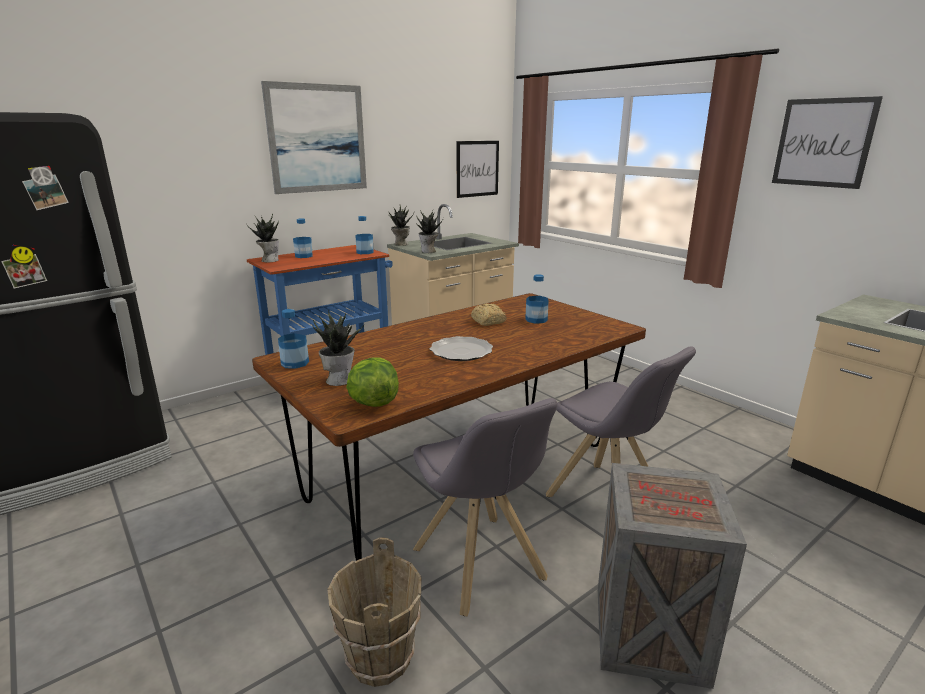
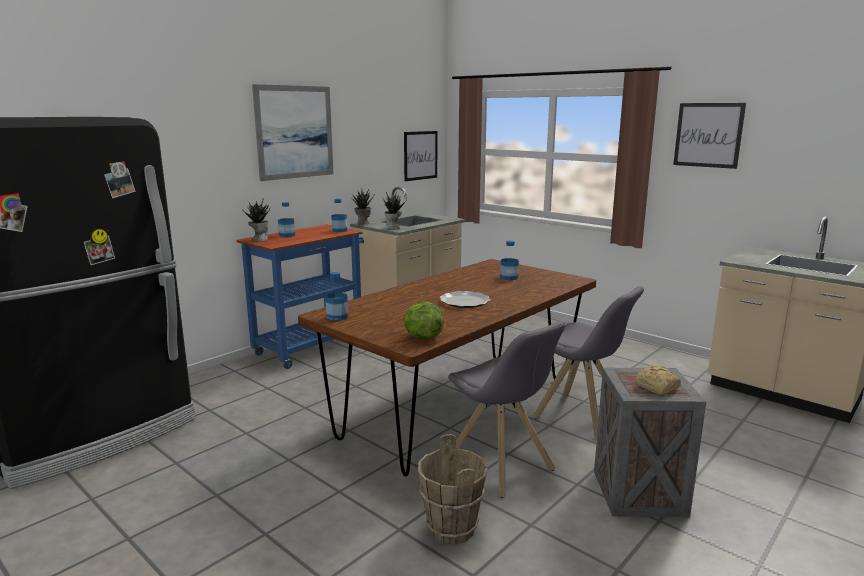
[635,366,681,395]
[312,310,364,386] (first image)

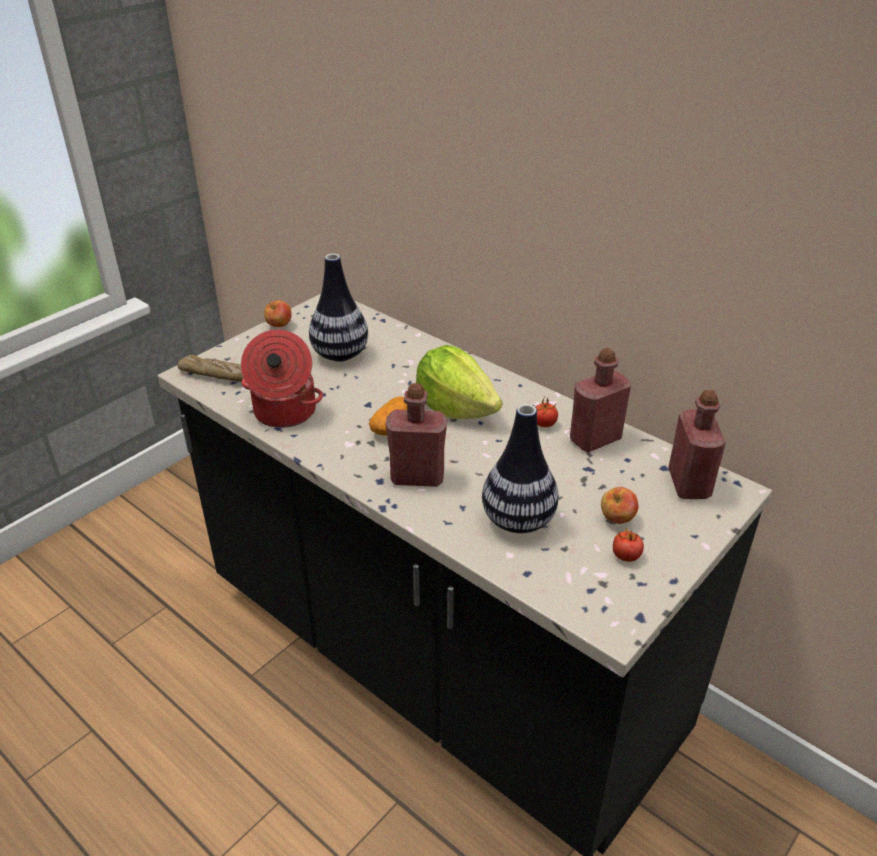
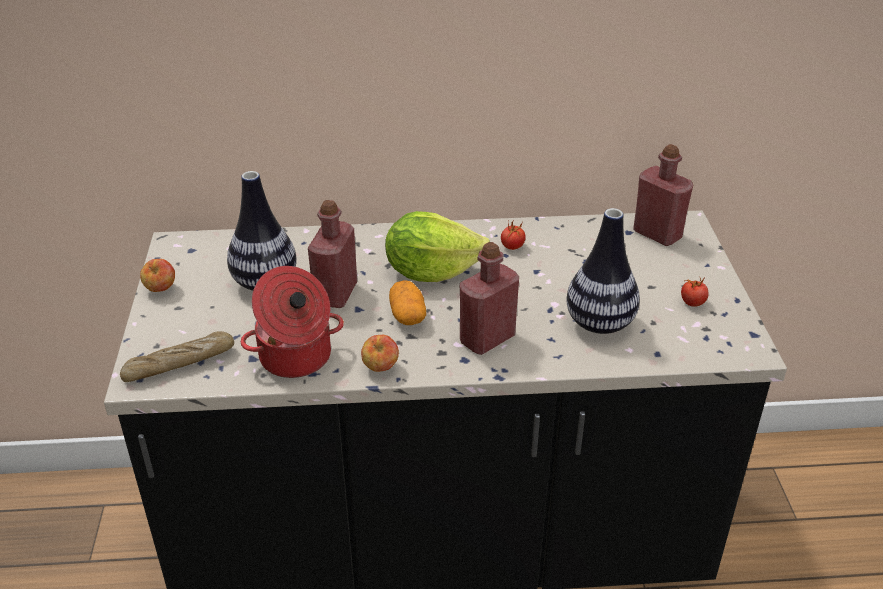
[308,200,357,308]
[361,335,399,372]

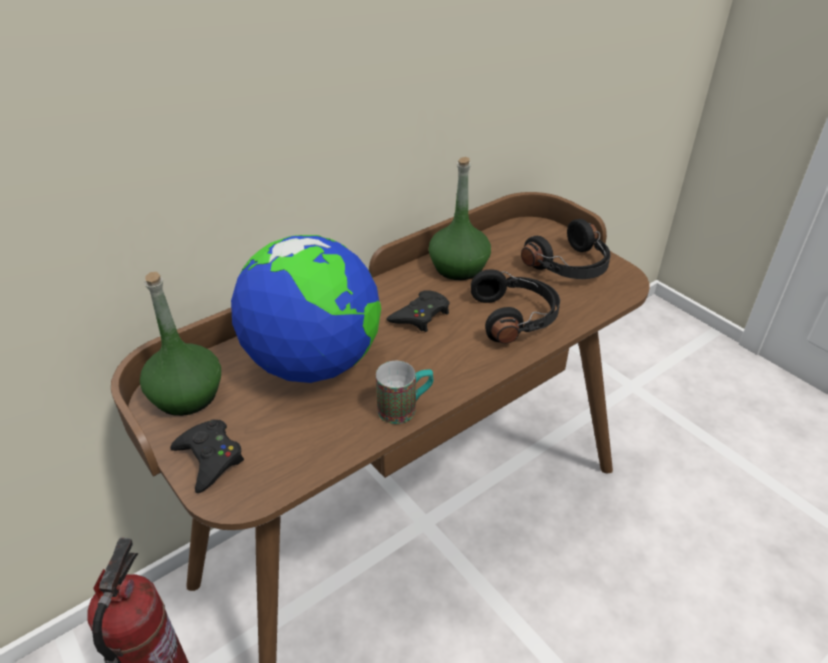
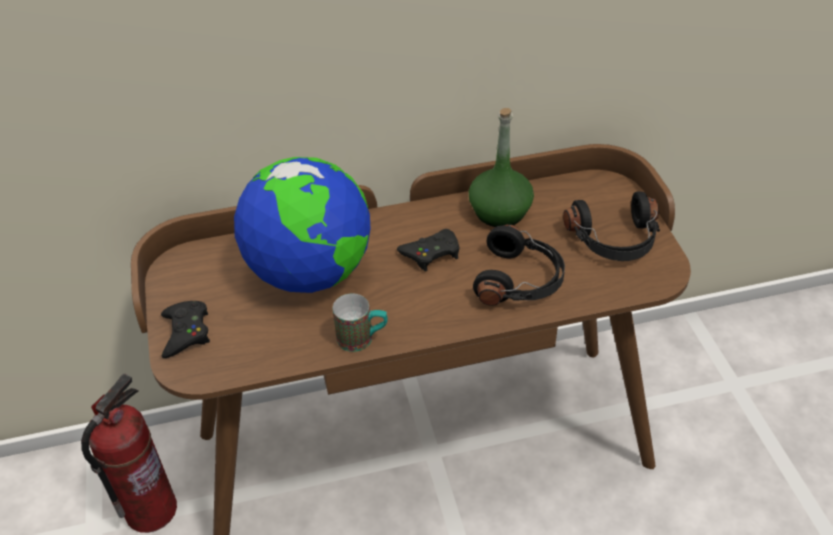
[140,272,221,416] (first image)

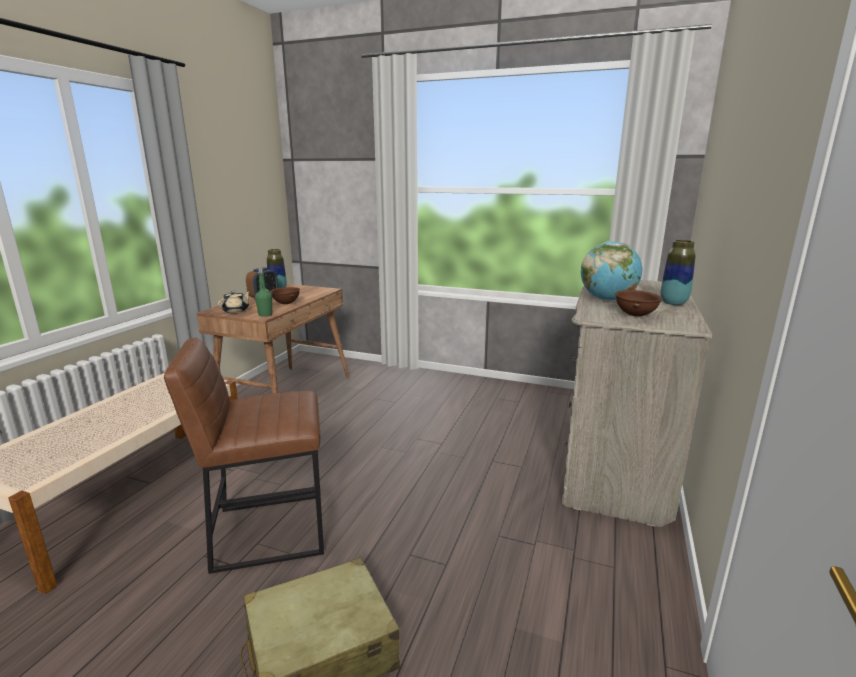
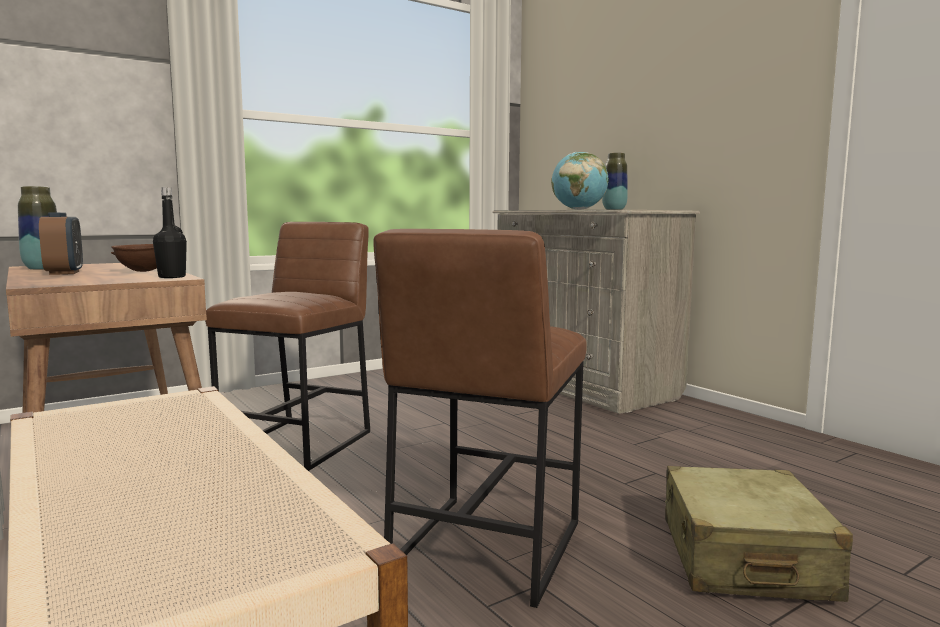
[153,187,187,278]
[615,290,663,317] (first image)
[218,291,250,313] (first image)
[205,222,370,471]

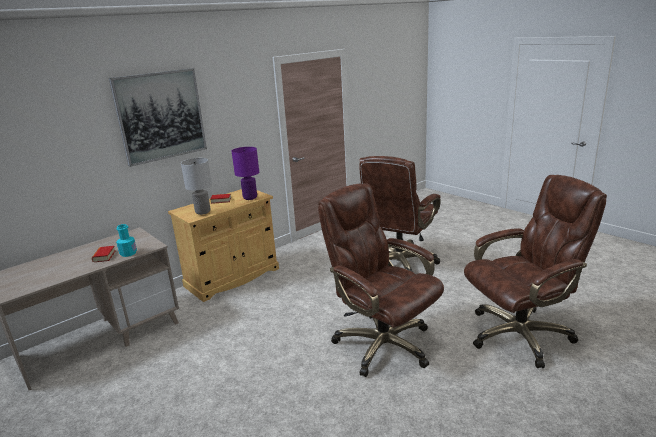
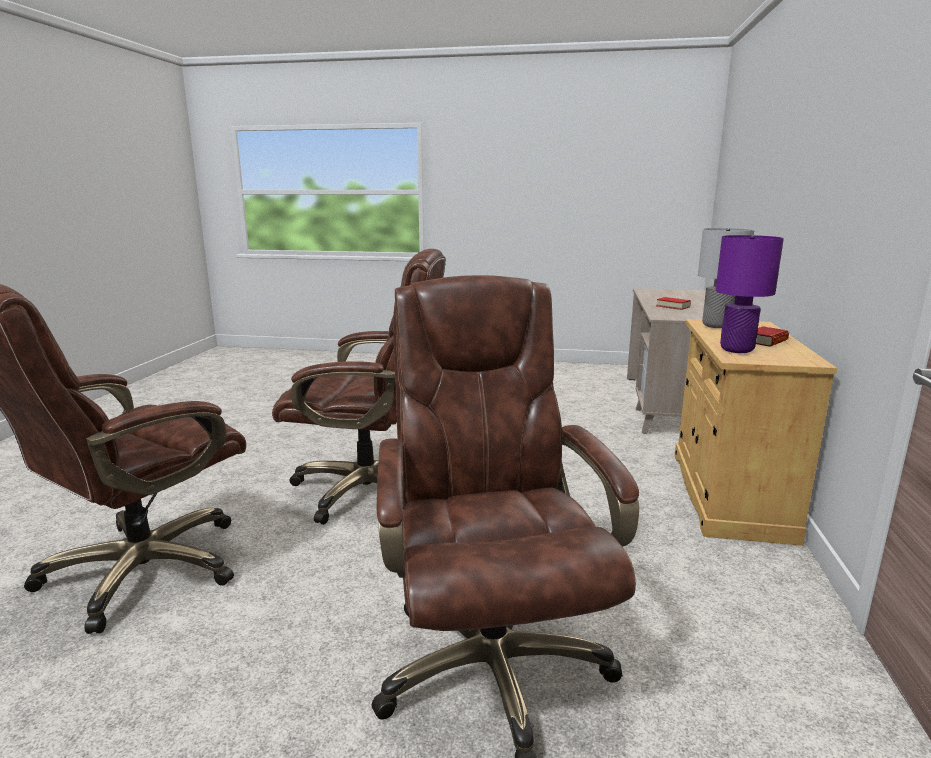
[109,68,207,167] (first image)
[116,224,137,257] (first image)

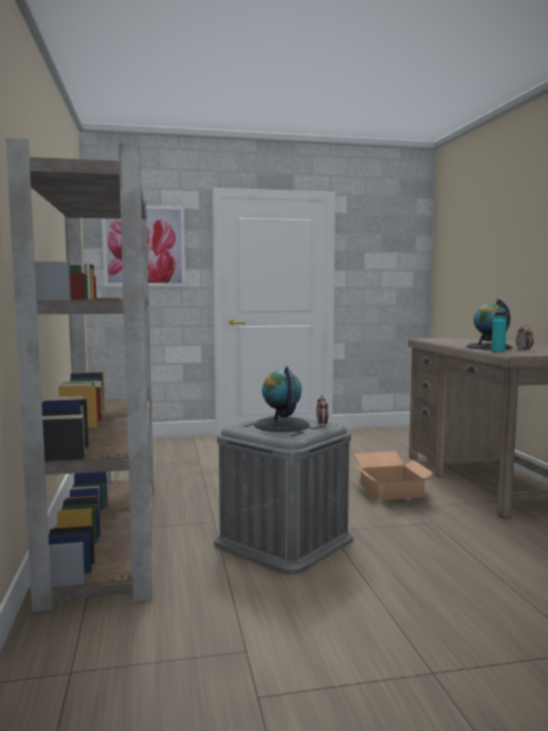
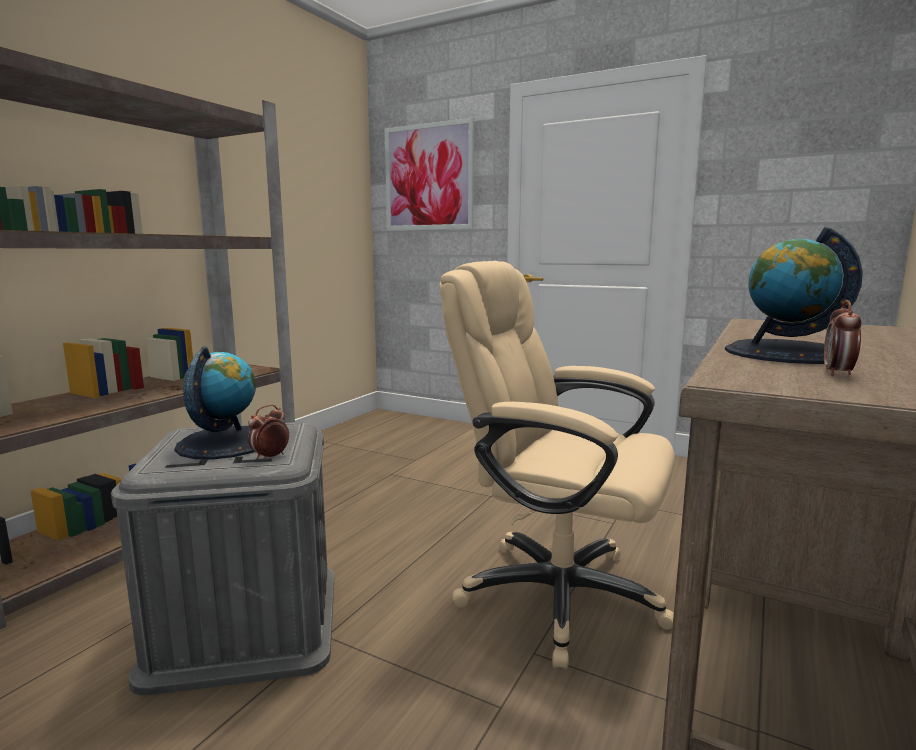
[491,308,507,353] (first image)
[439,261,675,670]

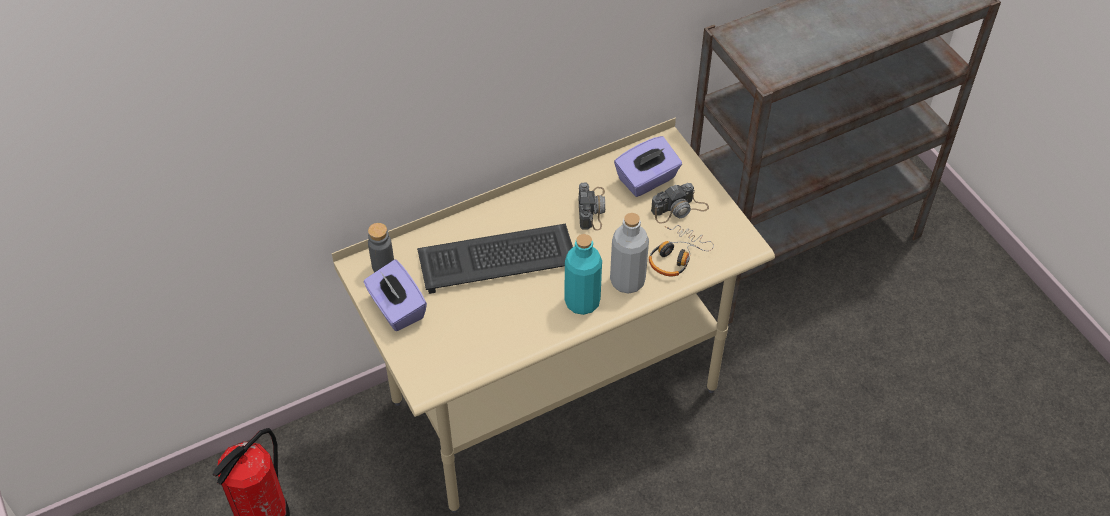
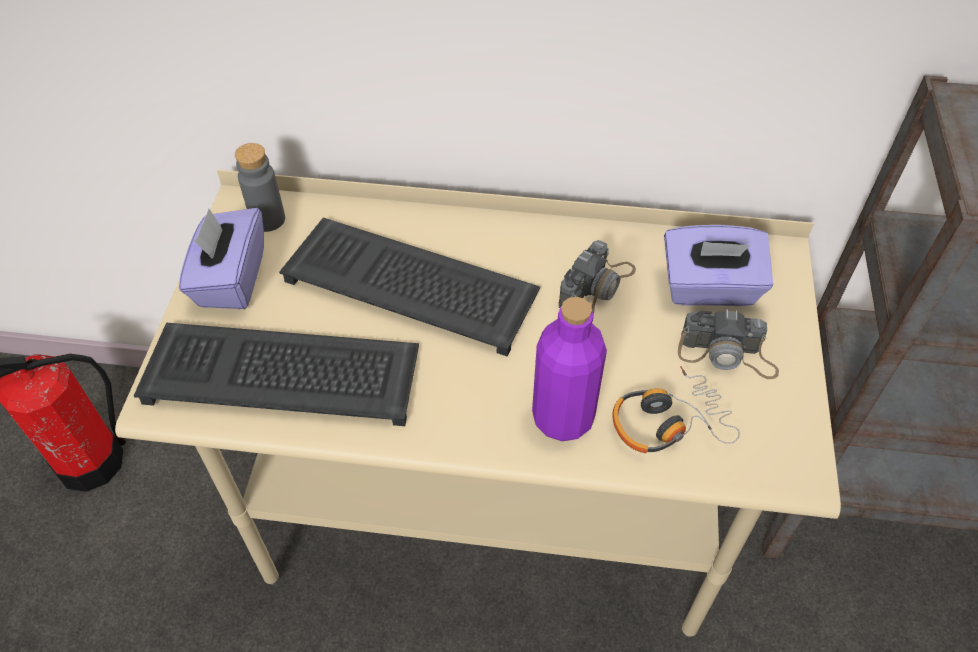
[532,297,607,441]
[564,234,602,315] (first image)
[134,323,419,426]

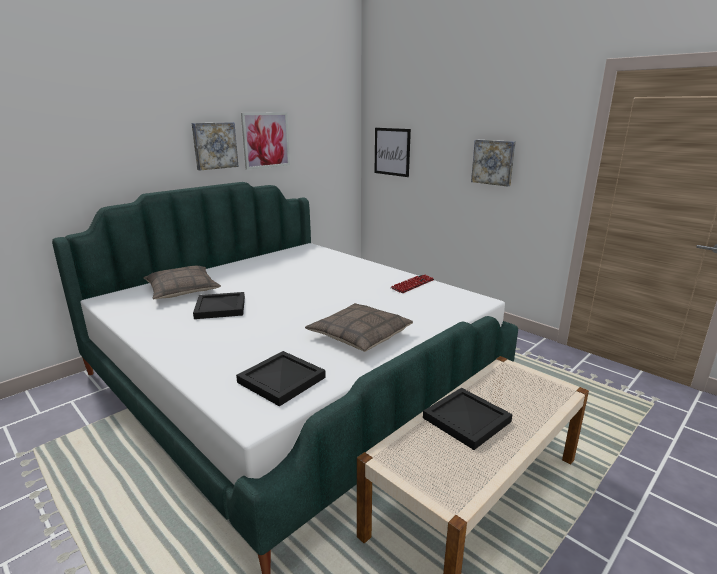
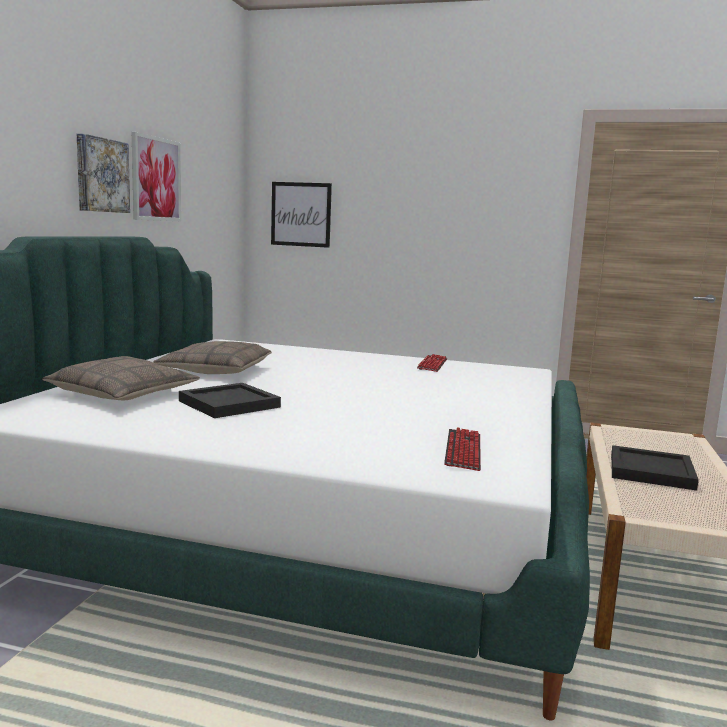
[471,139,516,187] (first image)
[153,341,272,374]
[444,427,481,471]

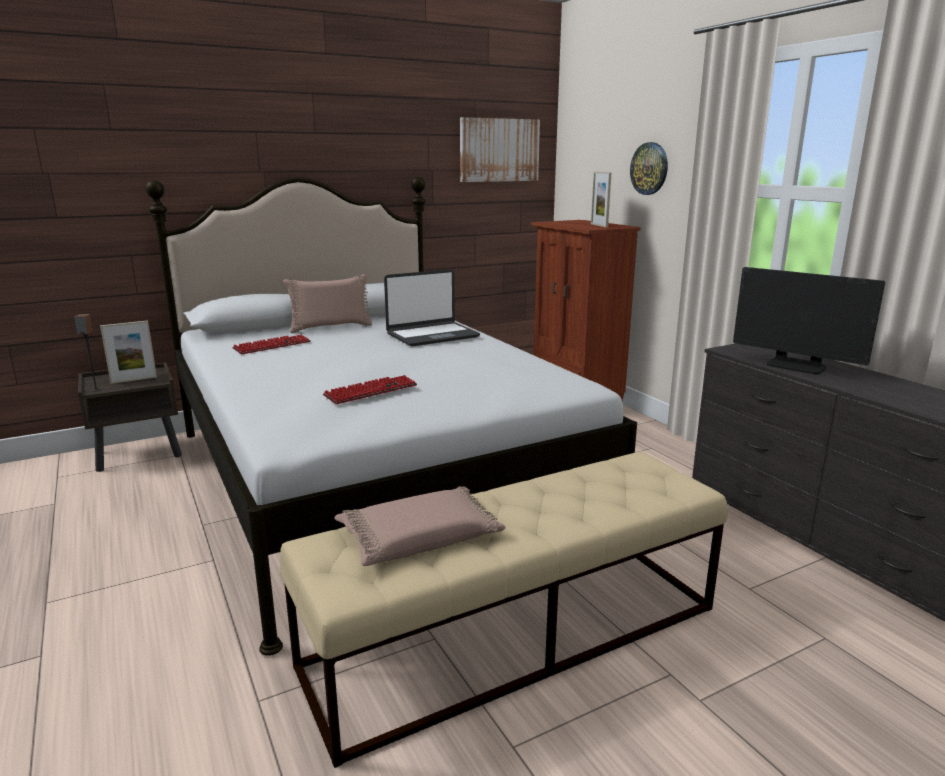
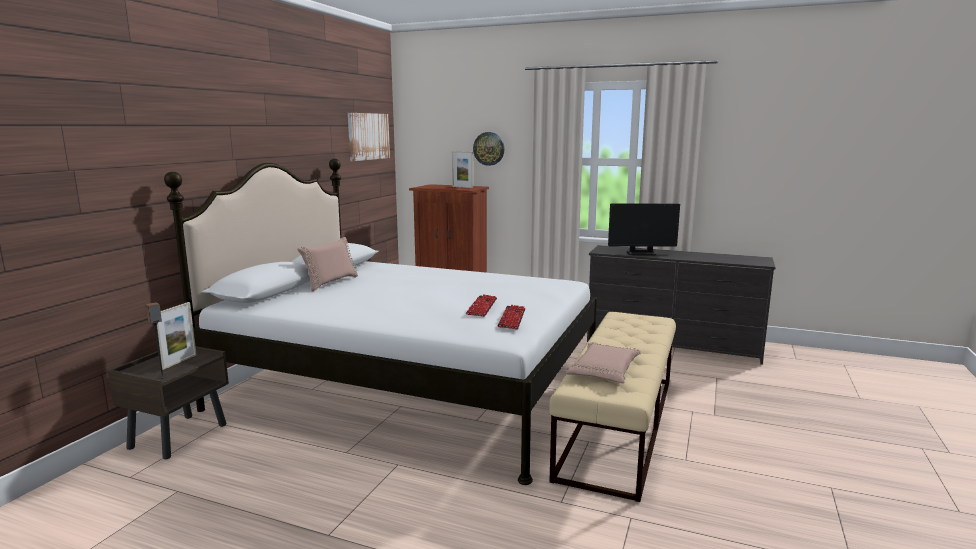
[384,269,480,346] (first image)
[498,305,526,329]

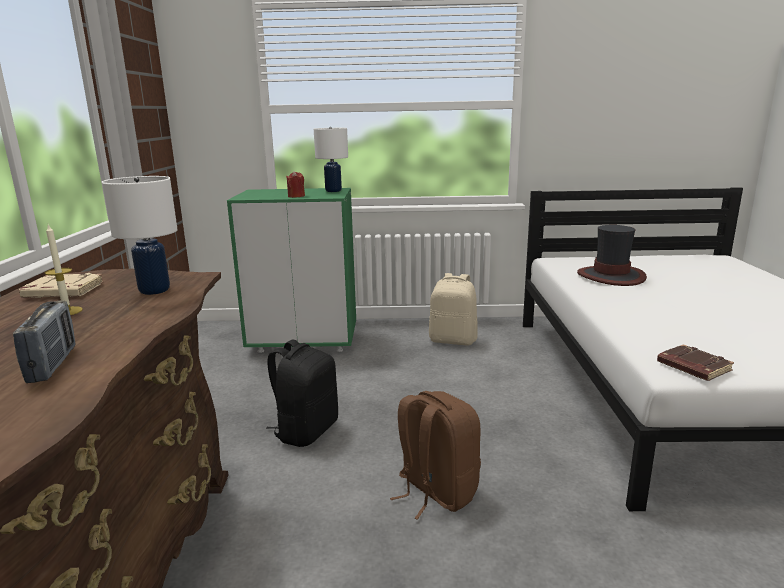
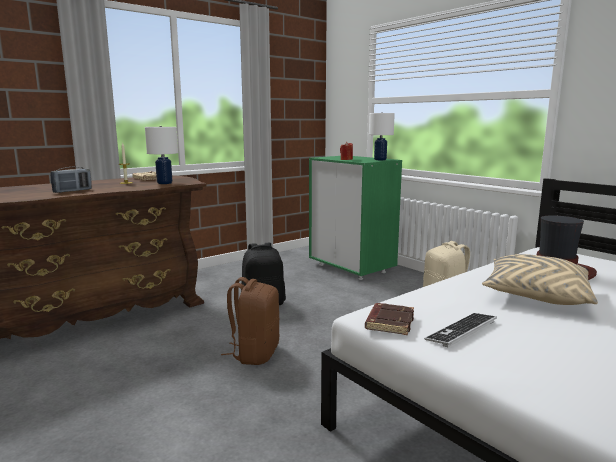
[482,254,598,305]
[424,313,497,347]

